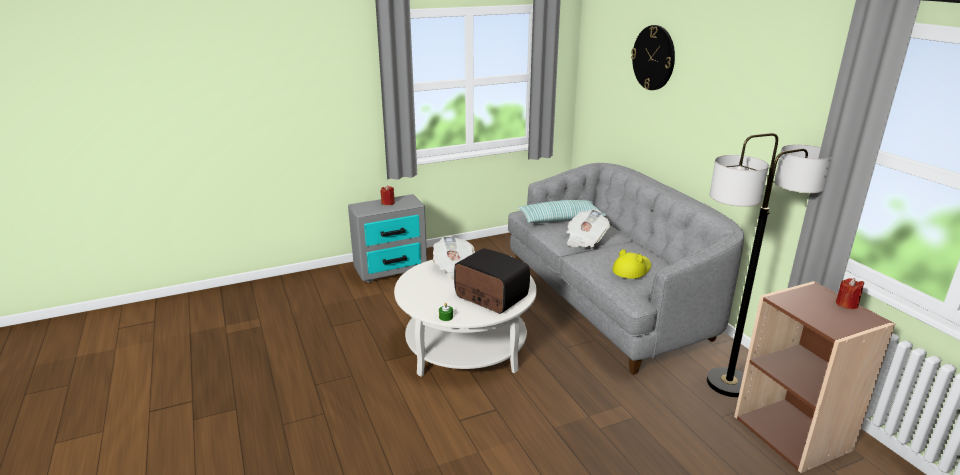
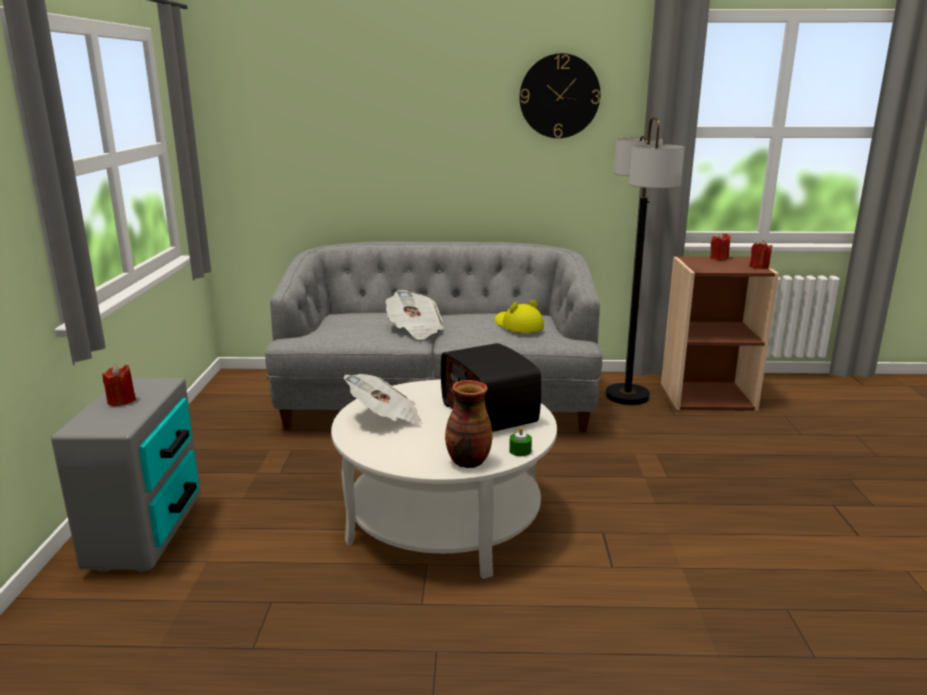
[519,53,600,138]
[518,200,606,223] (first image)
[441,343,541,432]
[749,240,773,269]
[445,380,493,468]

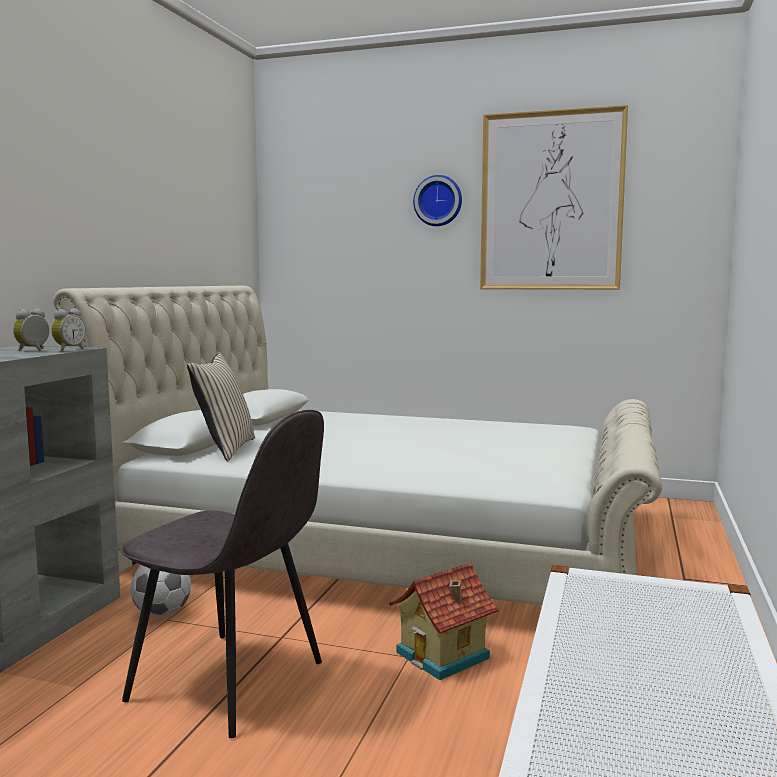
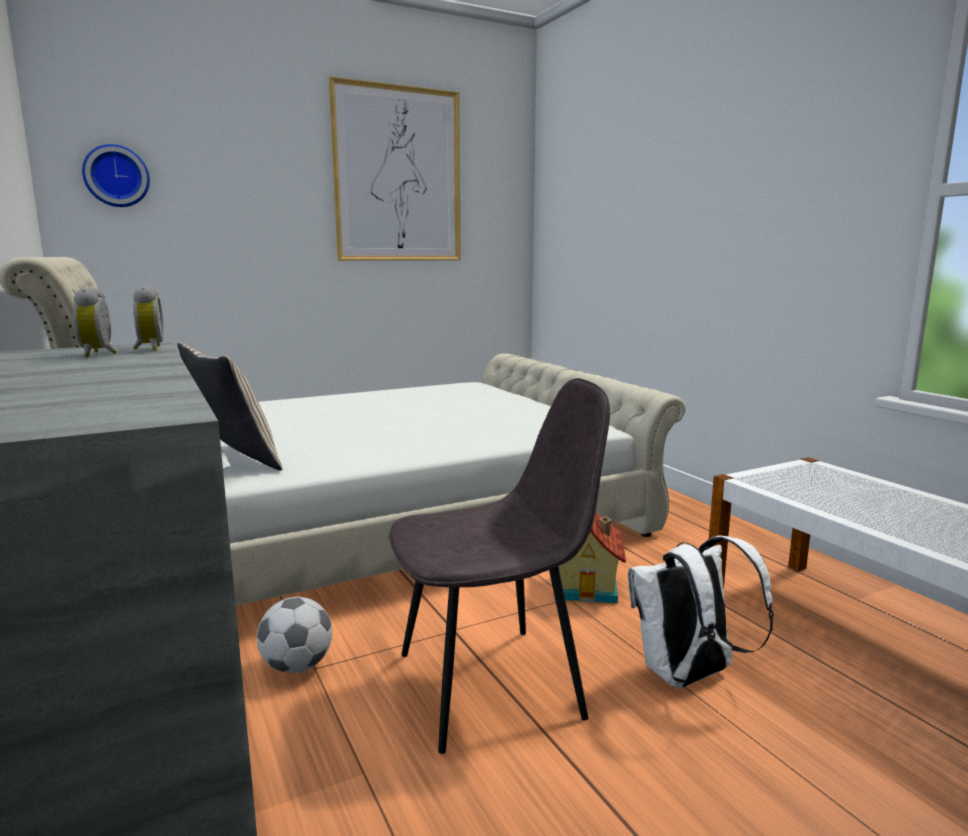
[82,144,150,207]
[628,536,774,688]

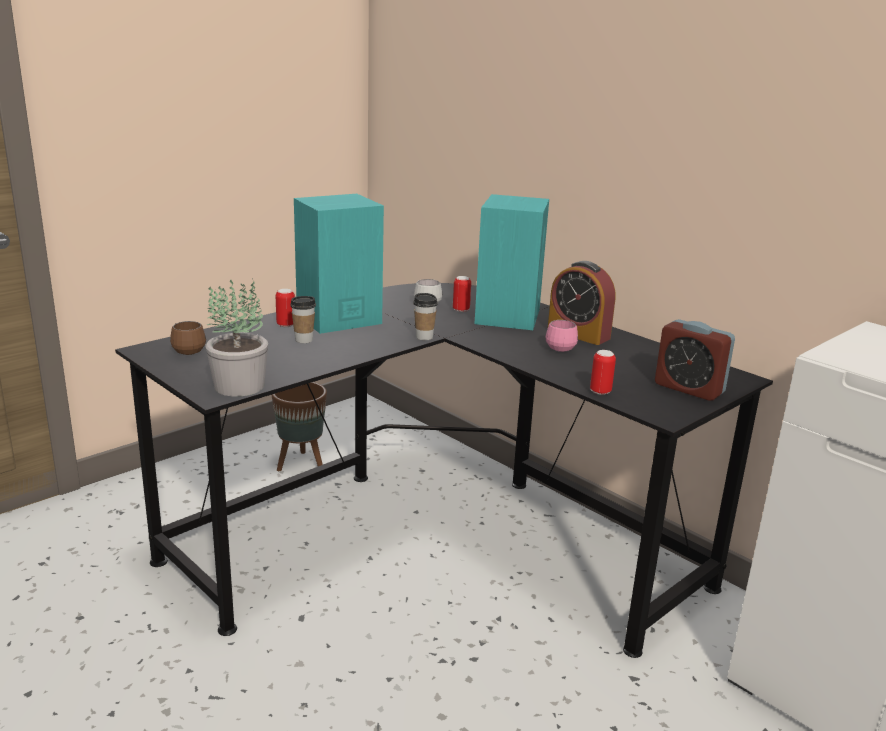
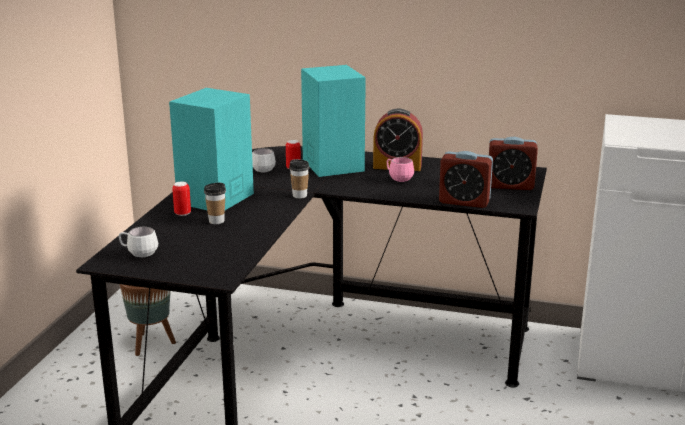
[205,278,268,397] (first image)
[119,227,158,257]
[439,151,493,208]

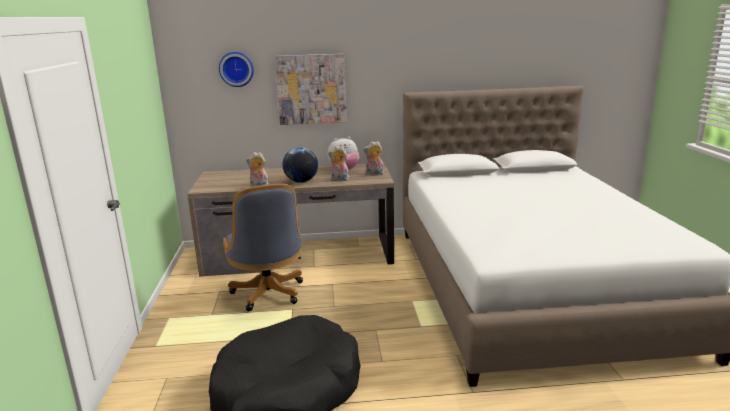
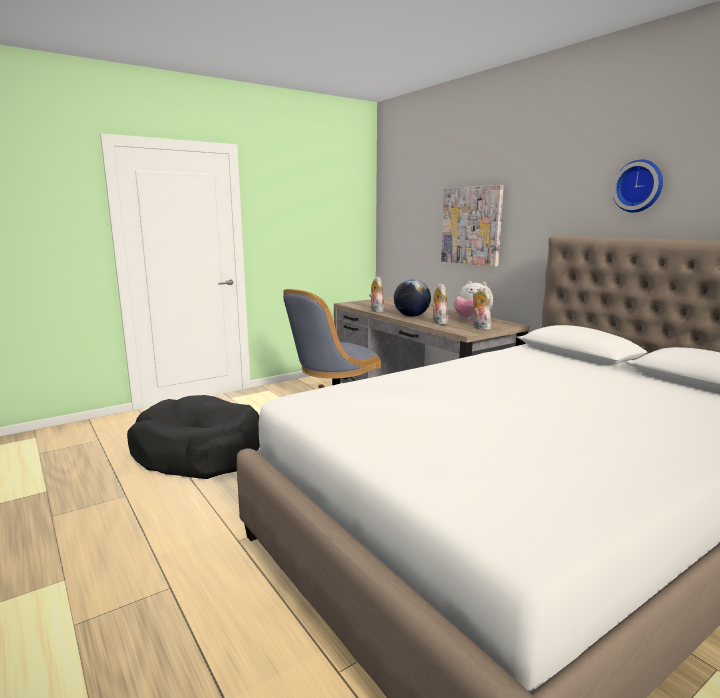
[612,160,663,213]

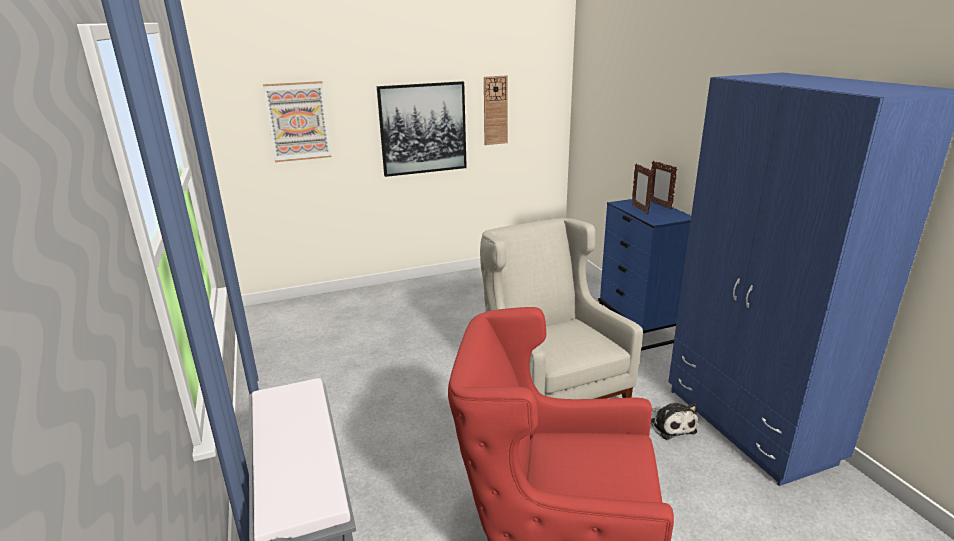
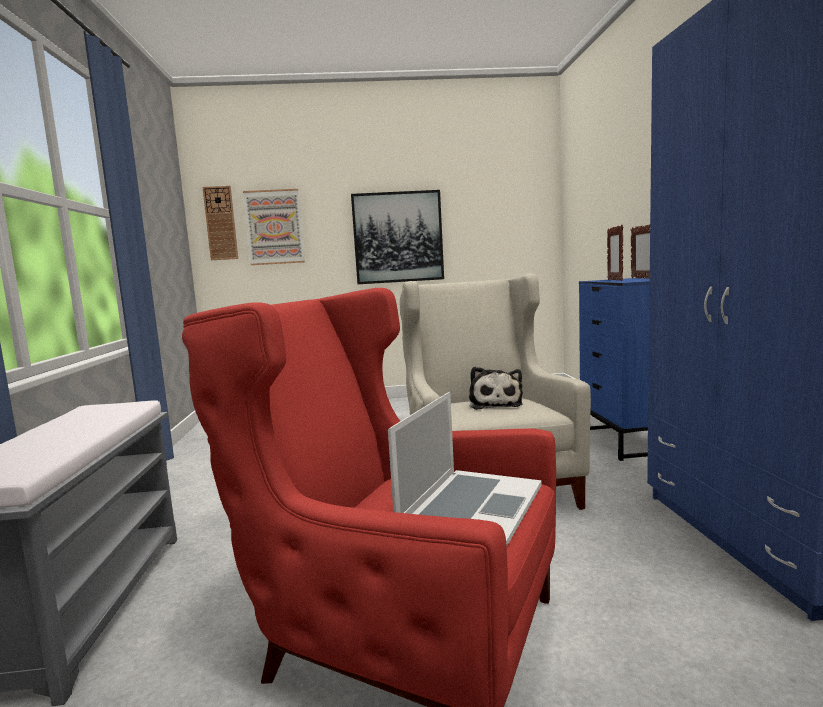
[202,186,238,260]
[469,367,523,410]
[388,392,542,546]

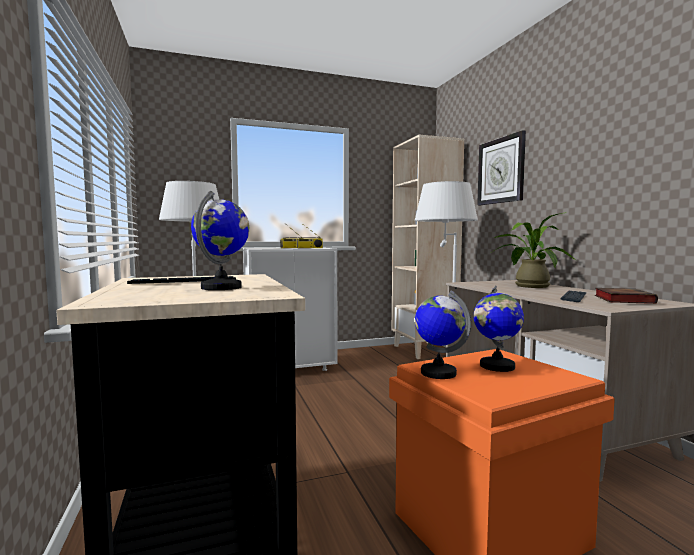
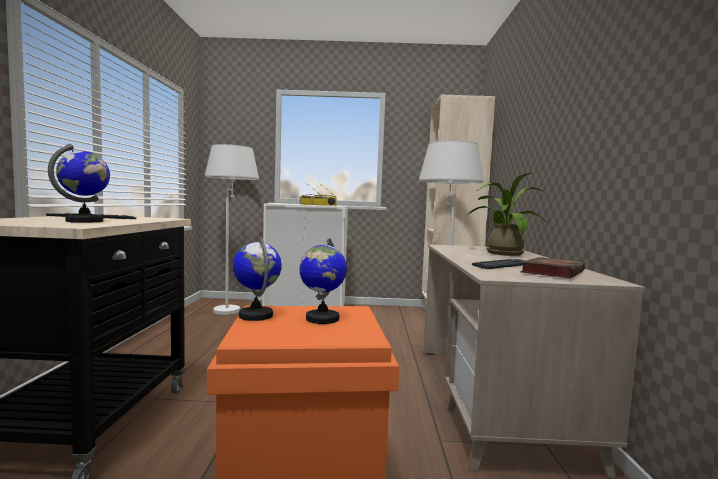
[477,130,526,205] (first image)

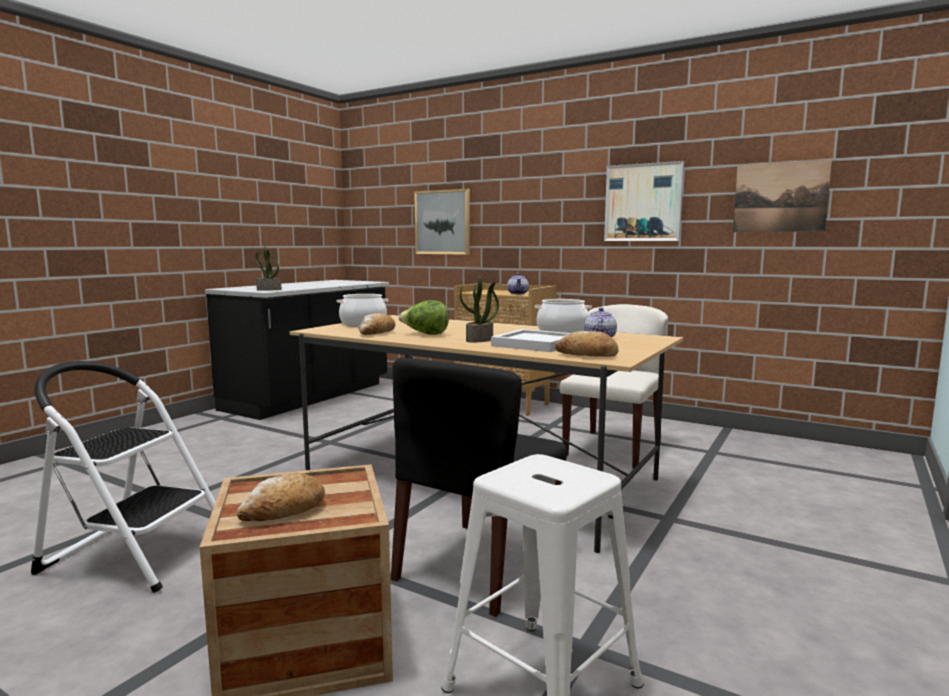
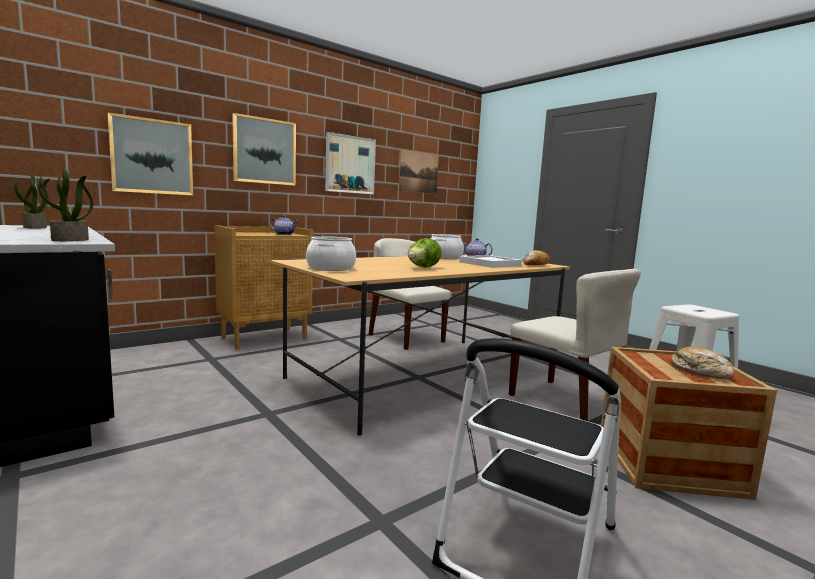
[14,173,50,229]
[358,313,395,335] (first image)
[509,269,641,421]
[232,113,296,186]

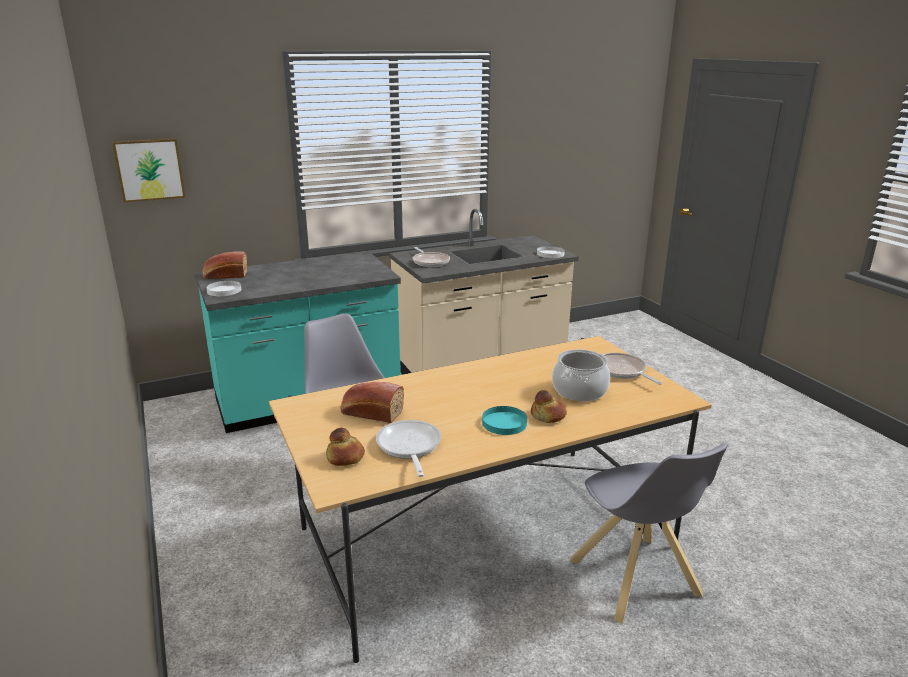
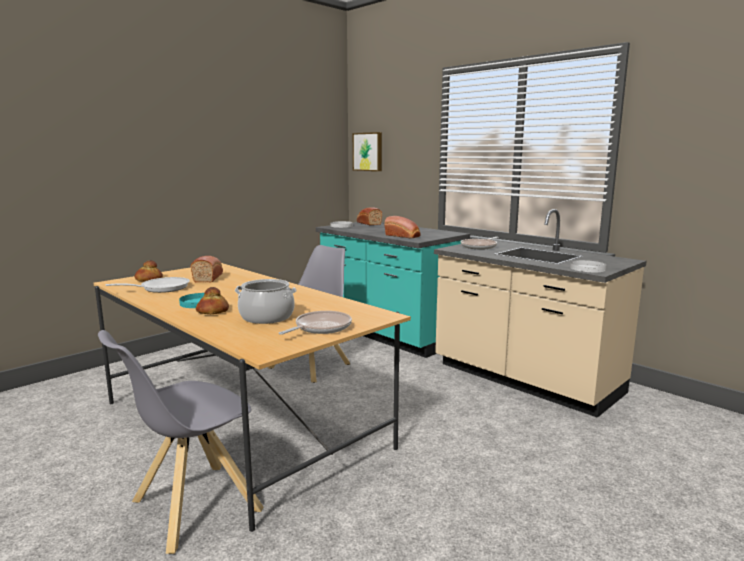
[385,216,421,238]

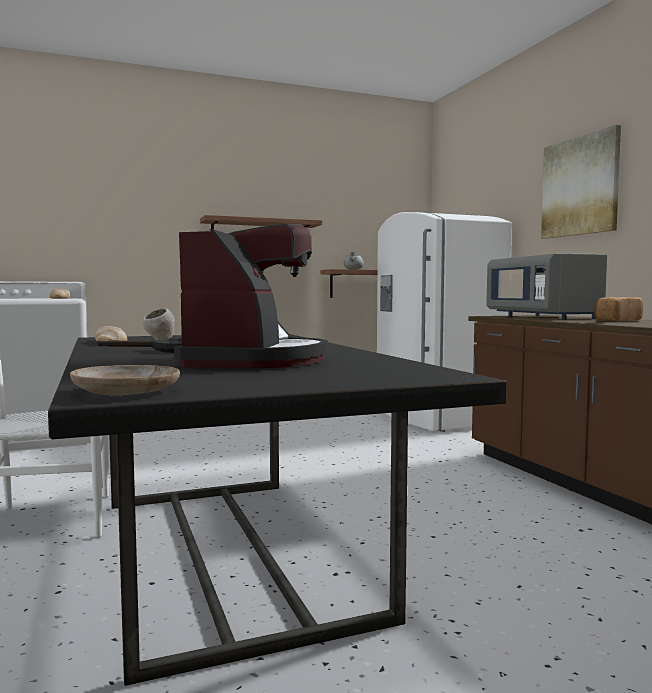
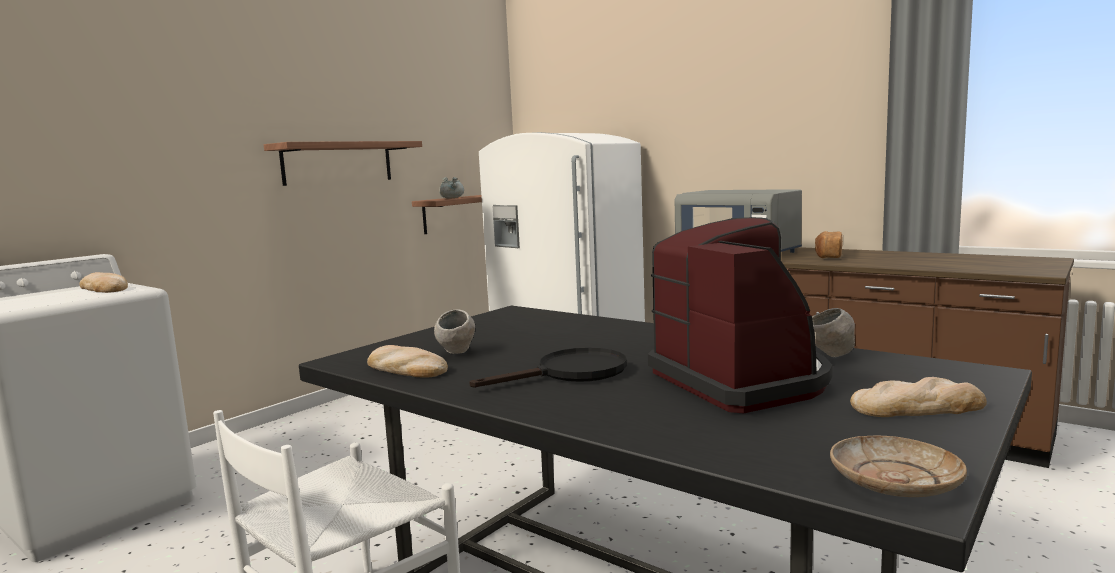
[541,125,621,239] (first image)
[812,308,855,357]
[850,377,987,417]

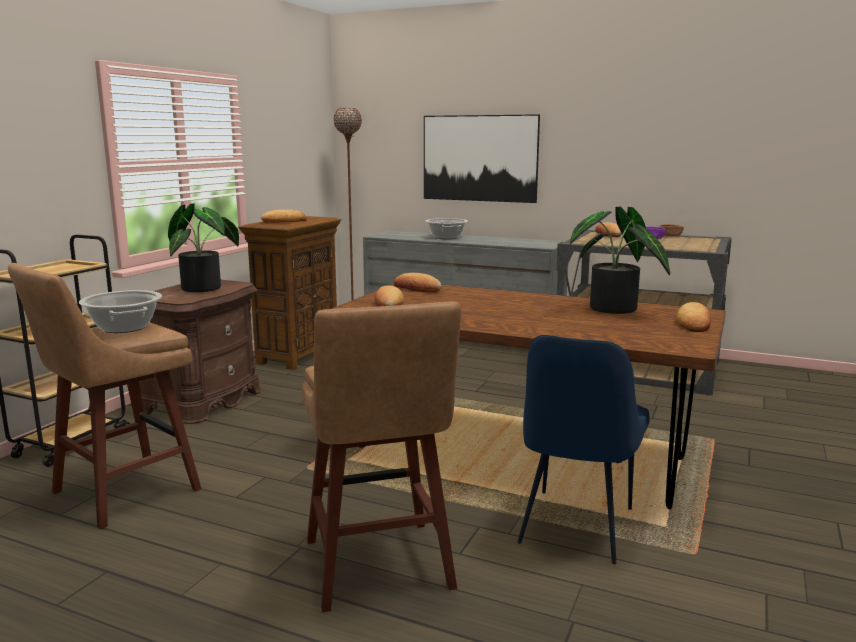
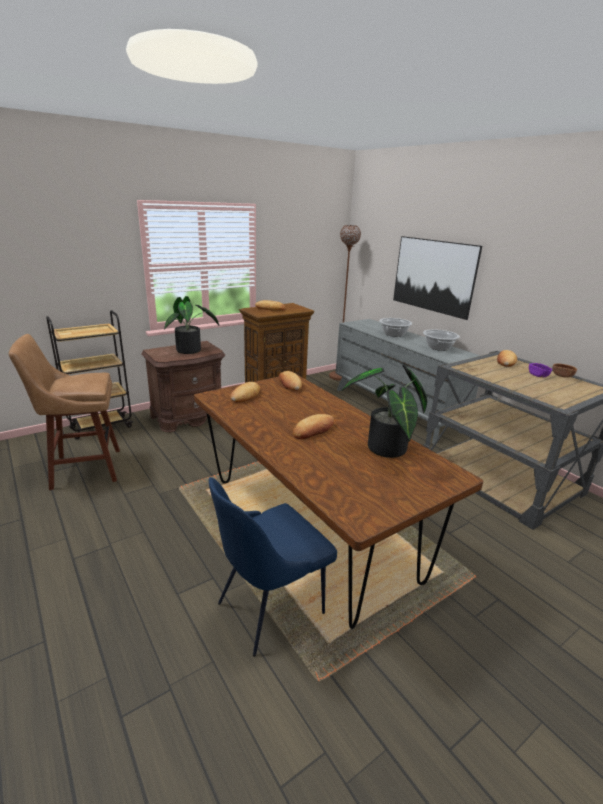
[423,329,460,351]
[302,301,461,613] (first image)
[293,414,334,439]

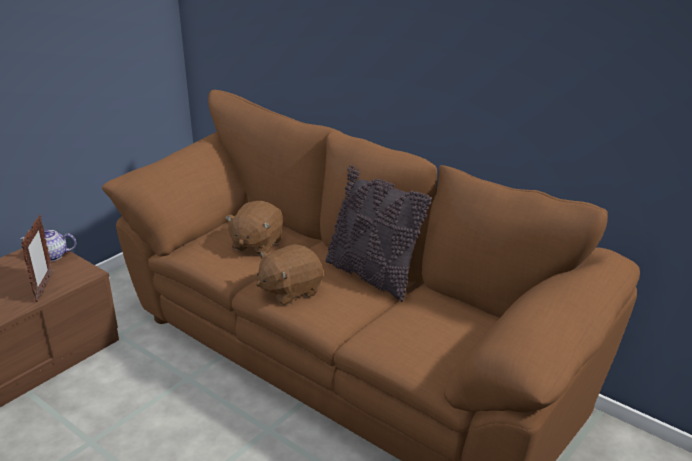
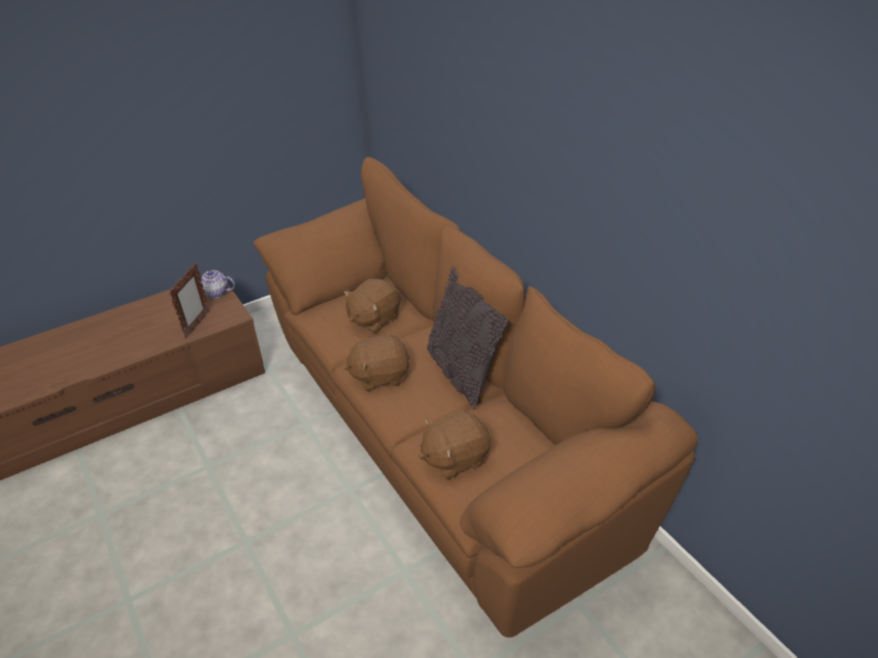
[419,410,491,479]

